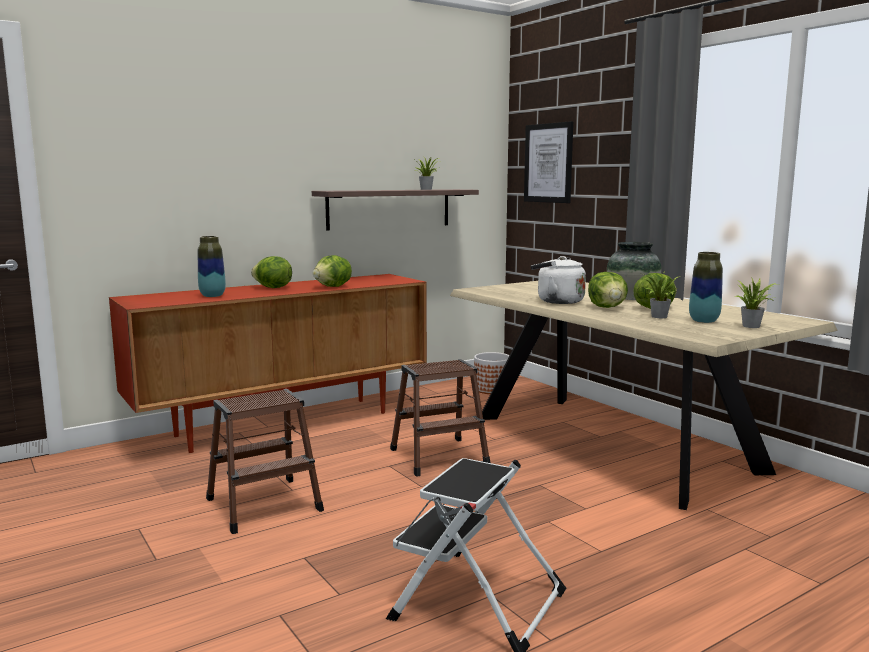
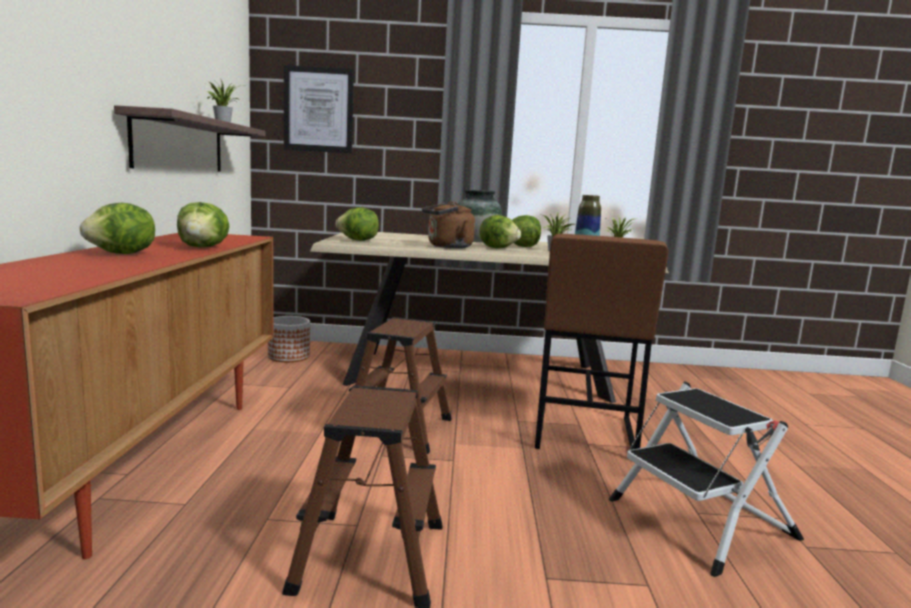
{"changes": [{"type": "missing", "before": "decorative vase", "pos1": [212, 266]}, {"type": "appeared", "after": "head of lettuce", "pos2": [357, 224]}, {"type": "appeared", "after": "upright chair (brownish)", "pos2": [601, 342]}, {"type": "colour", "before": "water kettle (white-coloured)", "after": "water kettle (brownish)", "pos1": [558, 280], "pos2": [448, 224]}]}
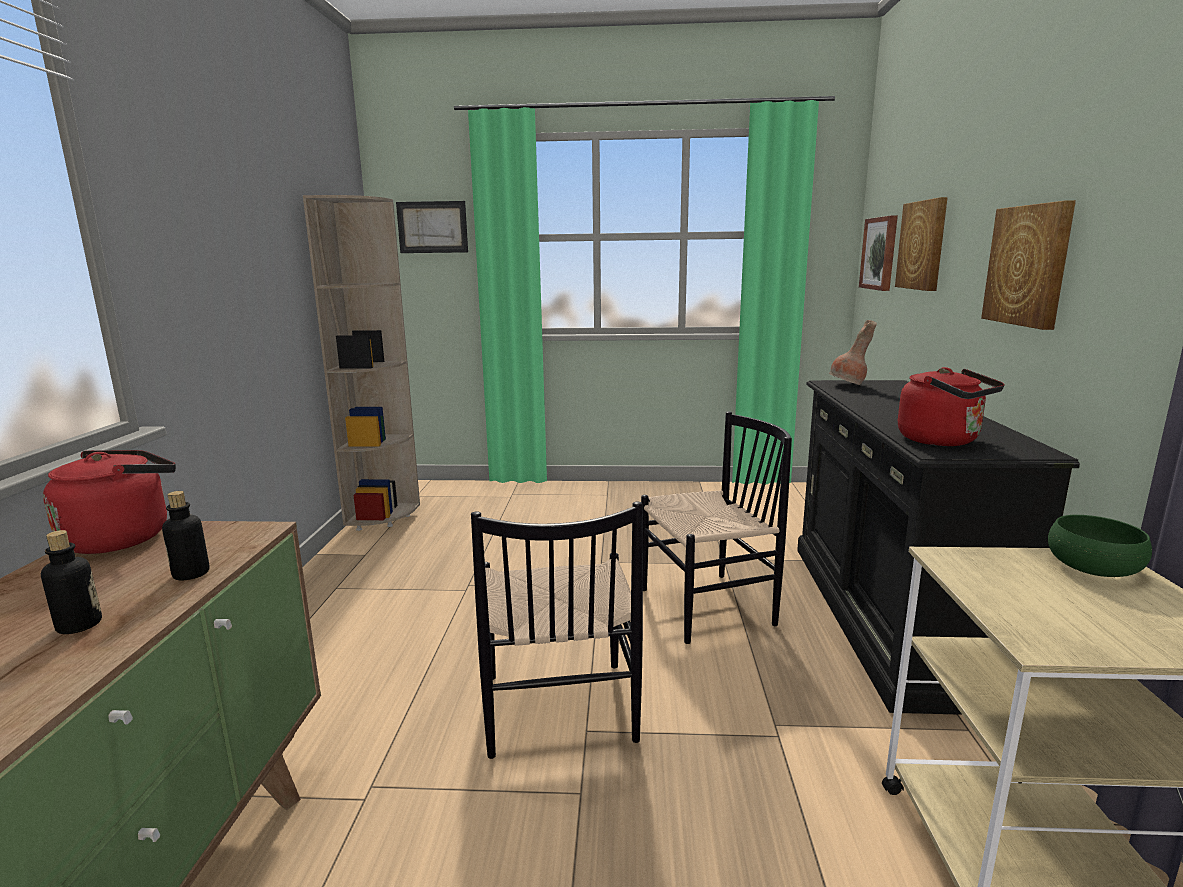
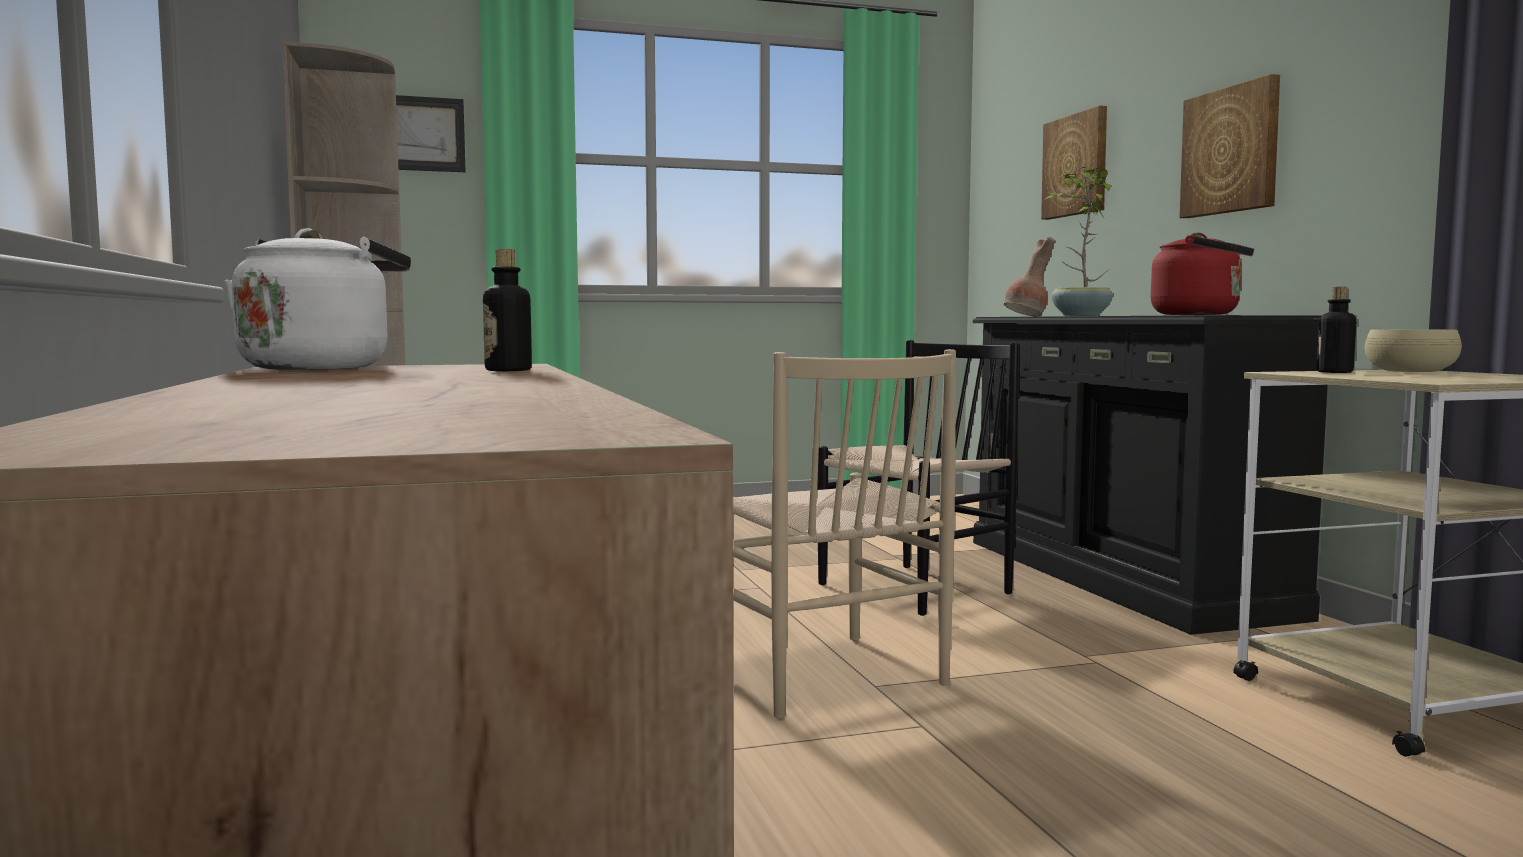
{"changes": [{"type": "missing", "before": "wall picture", "pos1": [878, 253]}, {"type": "appeared", "after": "potted plant", "pos2": [1078, 241]}, {"type": "relocated", "before": "beverage bottle", "pos1": [71, 582], "pos2": [1336, 330]}, {"type": "colour", "before": "water kettle (reddish)", "after": "water kettle (white-coloured)", "pos1": [109, 502], "pos2": [318, 299]}, {"type": "colour", "before": "upright chair (black-coloured)", "after": "upright chair (sand-coloured)", "pos1": [557, 630], "pos2": [844, 534]}, {"type": "colour", "before": "deep dish (green-coloured)", "after": "deep dish (sand-coloured)", "pos1": [1100, 546], "pos2": [1413, 350]}]}
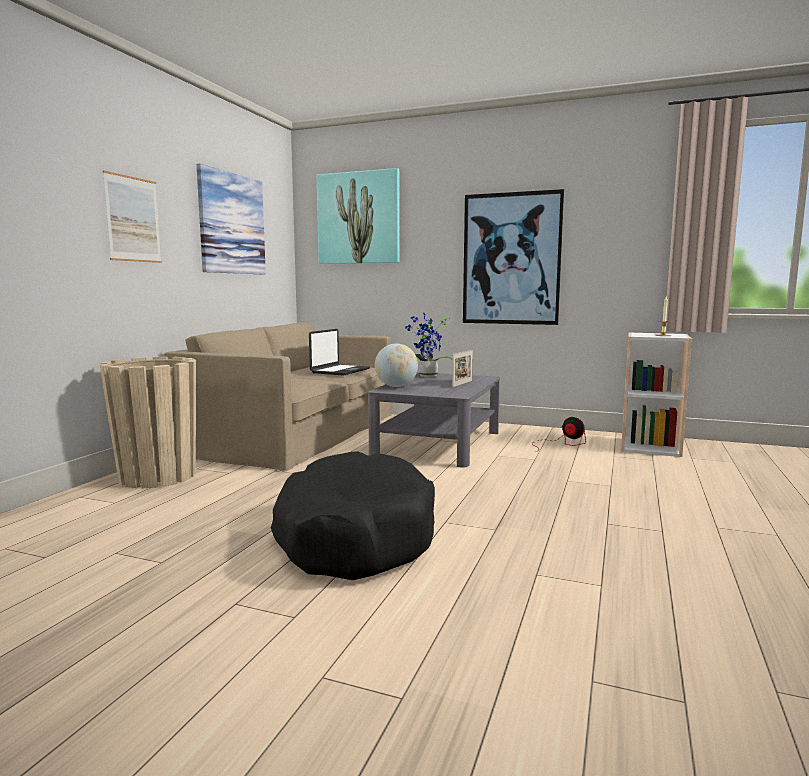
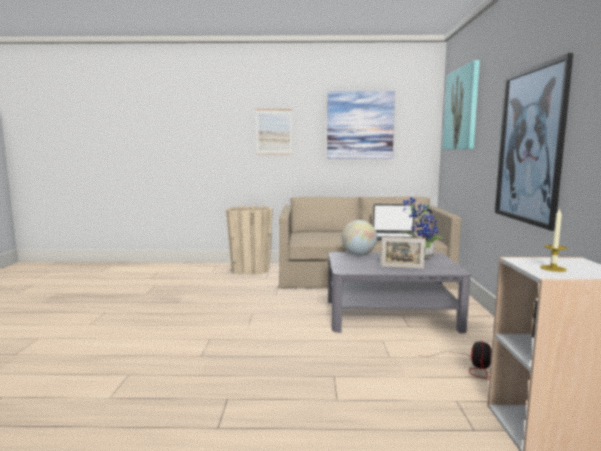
{"changes": [{"type": "missing", "before": "dog cushion (black-coloured)", "pos1": [353, 515]}]}
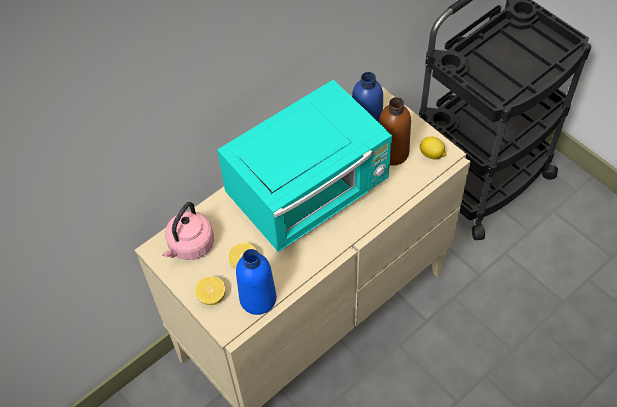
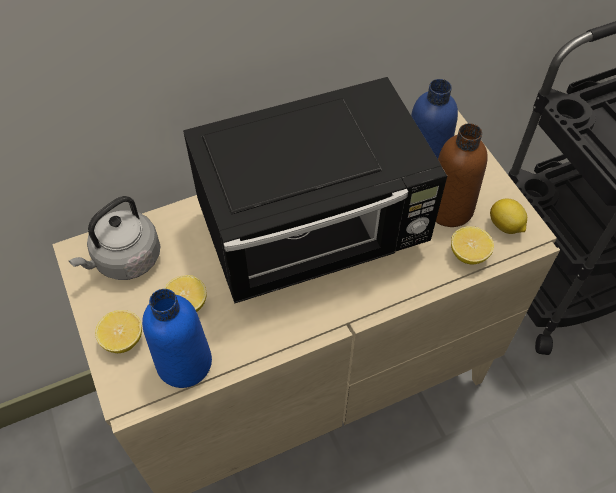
{"changes": [{"type": "appeared", "after": "lemon", "pos2": [472, 245]}, {"type": "colour", "before": "water kettle (pink-coloured)", "after": "water kettle (grey)", "pos1": [188, 231], "pos2": [114, 238]}, {"type": "colour", "before": "microwave (turquoise-coloured)", "after": "microwave (black-coloured)", "pos1": [304, 166], "pos2": [315, 190]}]}
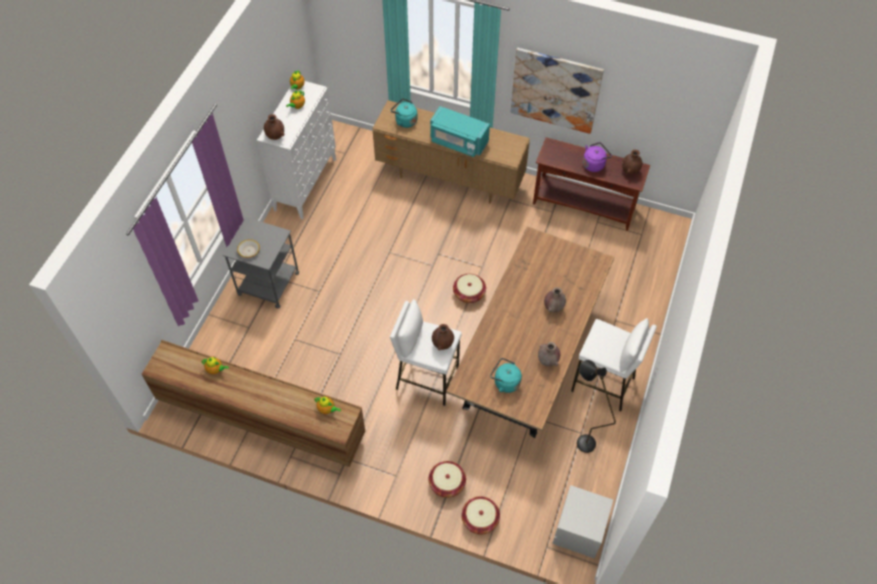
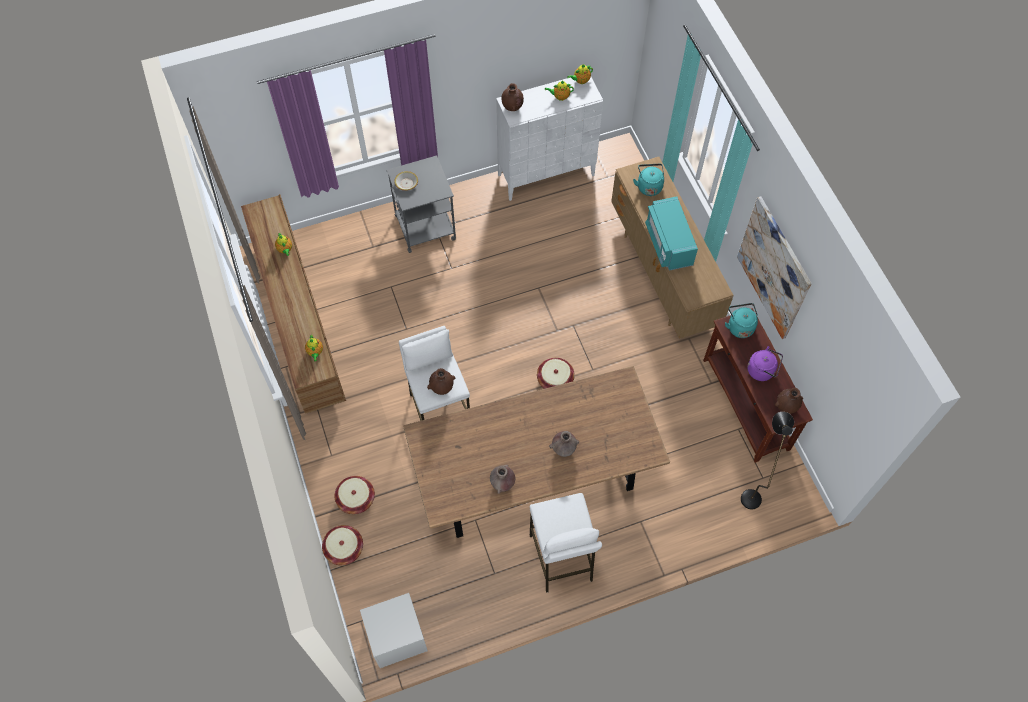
{"changes": [{"type": "relocated", "before": "water kettle (turquoise-coloured)", "pos1": [506, 375], "pos2": [741, 320]}, {"type": "relocated", "before": "floor lamp (black-coloured)", "pos1": [596, 406], "pos2": [767, 460]}]}
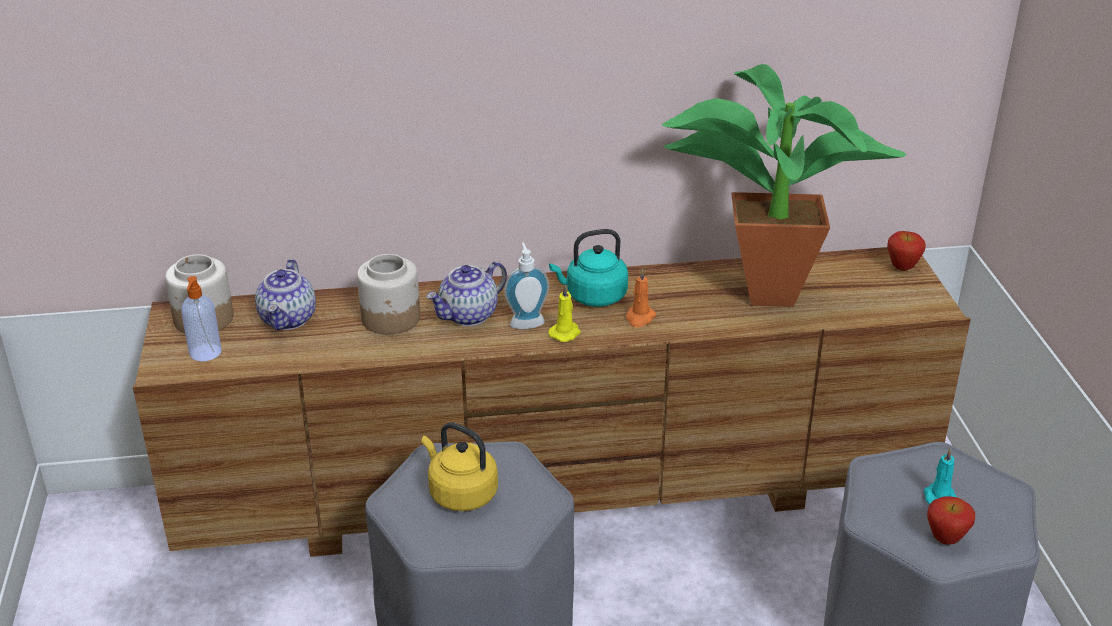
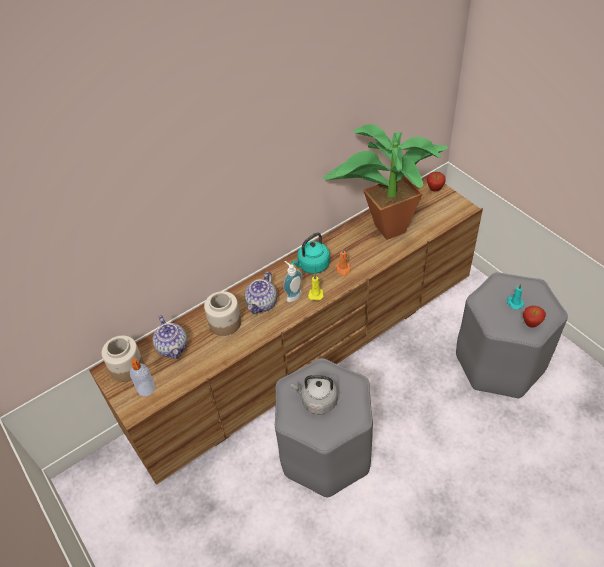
{"changes": [{"type": "colour", "before": "water kettle (yellow-coloured)", "after": "water kettle (grey)", "pos1": [460, 466], "pos2": [314, 395]}]}
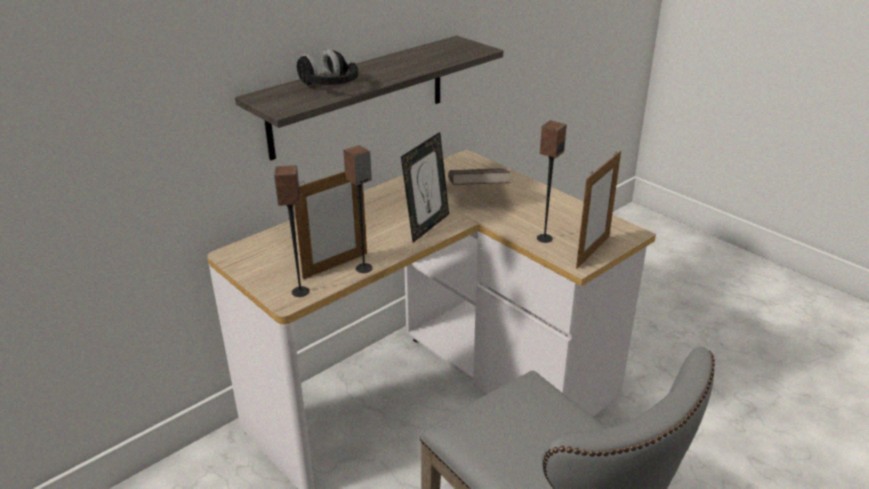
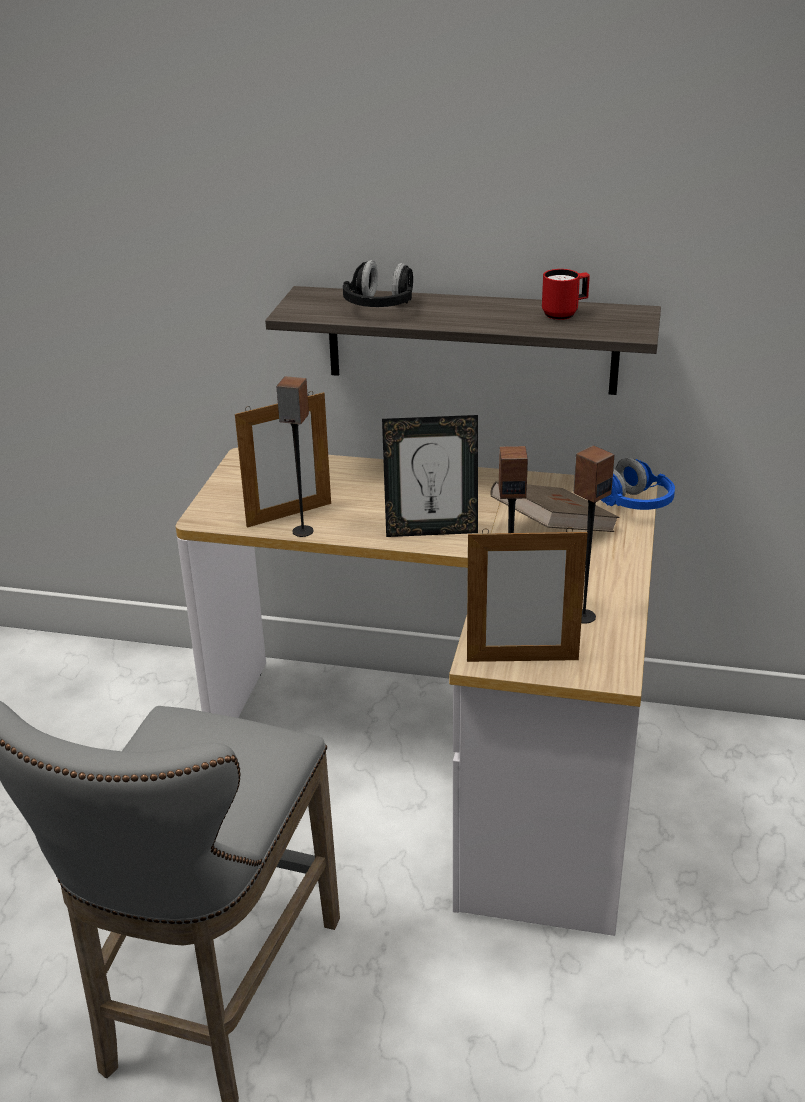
{"changes": [{"type": "appeared", "after": "tea mug (reddish)", "pos2": [566, 294]}, {"type": "appeared", "after": "headphones (blue)", "pos2": [638, 484]}, {"type": "relocated", "before": "audio speaker", "pos1": [291, 231], "pos2": [594, 535]}, {"type": "spun", "before": "picture frame", "pos1": [330, 225], "pos2": [283, 459], "turn": -45}]}
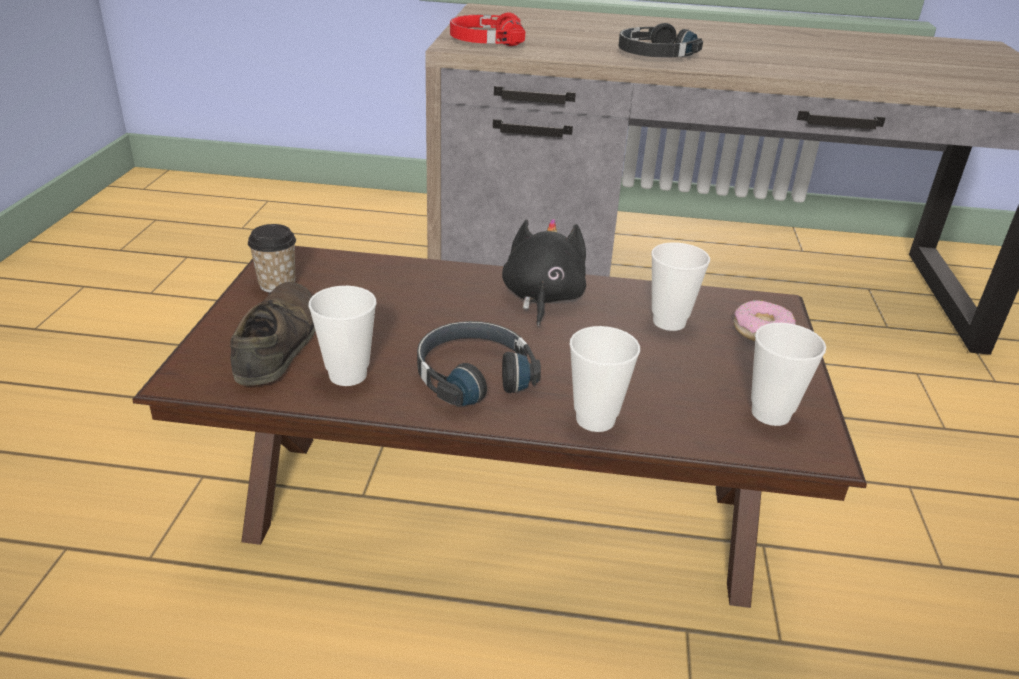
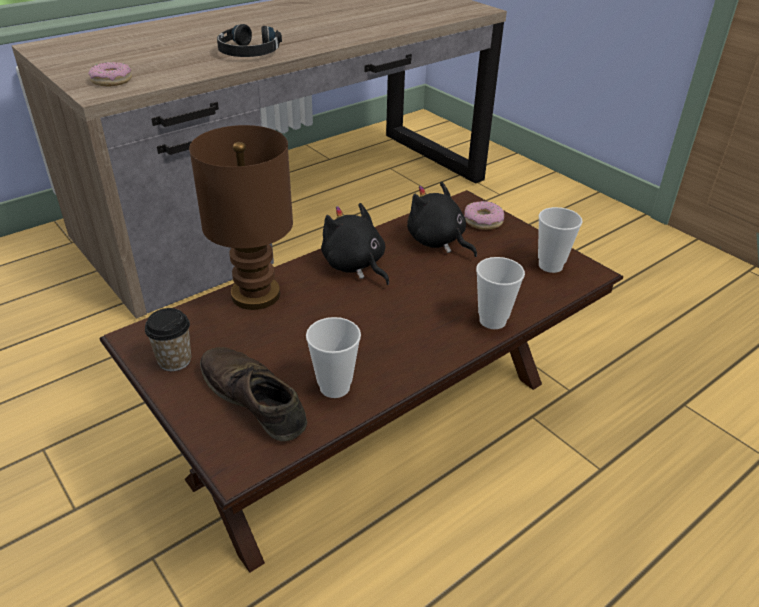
{"changes": [{"type": "missing", "before": "headphones (black-coloured)", "pos1": [479, 364]}, {"type": "appeared", "after": "table lamp (brownish)", "pos2": [241, 217]}, {"type": "exchanged", "before": "headphones (reddish)", "after": "donut", "pos1": [487, 29], "pos2": [110, 74]}, {"type": "exchanged", "before": "drinking cup", "after": "cuddly toy (black-coloured)", "pos1": [680, 286], "pos2": [442, 219]}]}
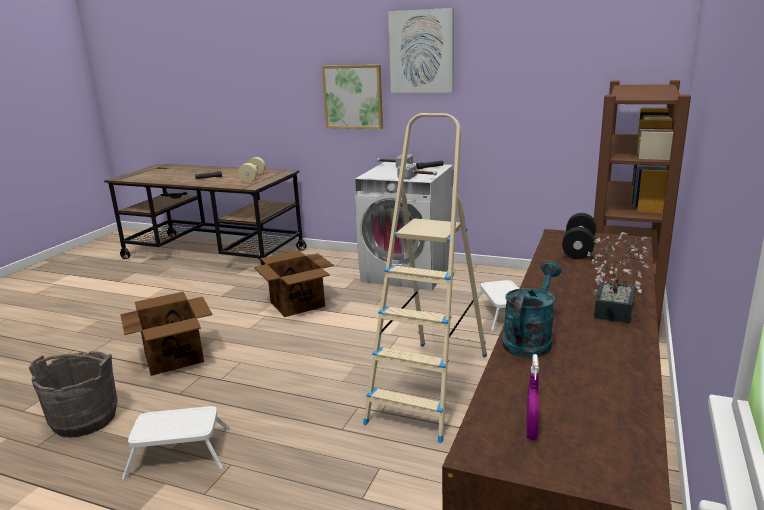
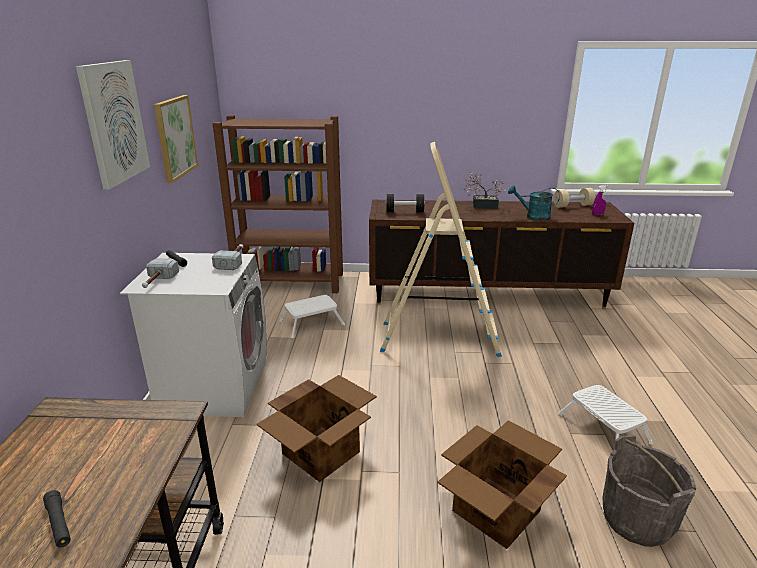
{"changes": [{"type": "relocated", "before": "dumbbell (sand-coloured)", "pos1": [252, 169], "pos2": [574, 198]}, {"type": "relocated", "before": "wall picture", "pos1": [352, 97], "pos2": [176, 139]}]}
